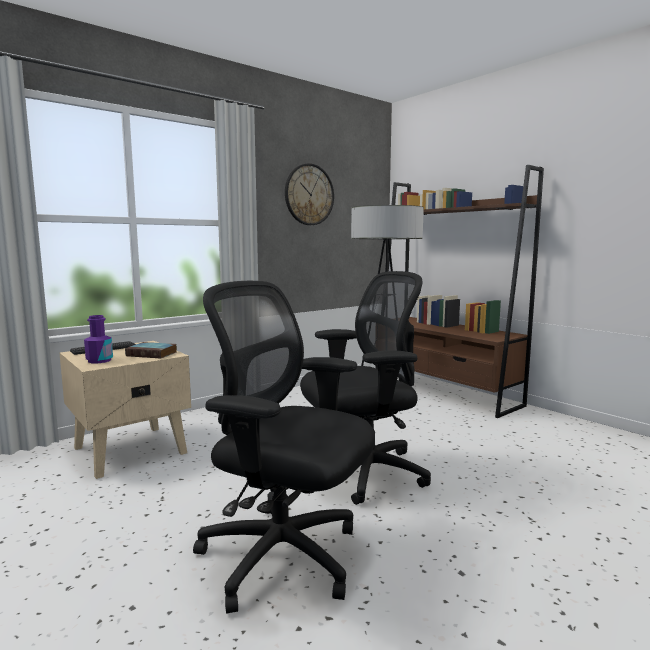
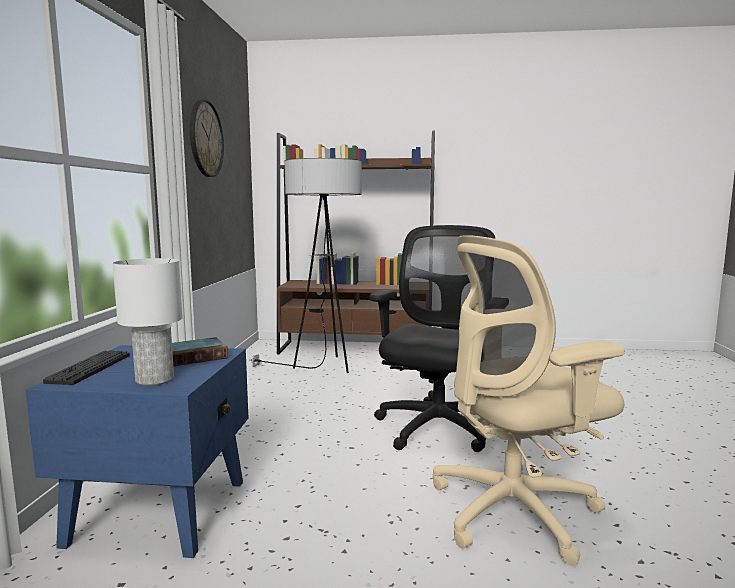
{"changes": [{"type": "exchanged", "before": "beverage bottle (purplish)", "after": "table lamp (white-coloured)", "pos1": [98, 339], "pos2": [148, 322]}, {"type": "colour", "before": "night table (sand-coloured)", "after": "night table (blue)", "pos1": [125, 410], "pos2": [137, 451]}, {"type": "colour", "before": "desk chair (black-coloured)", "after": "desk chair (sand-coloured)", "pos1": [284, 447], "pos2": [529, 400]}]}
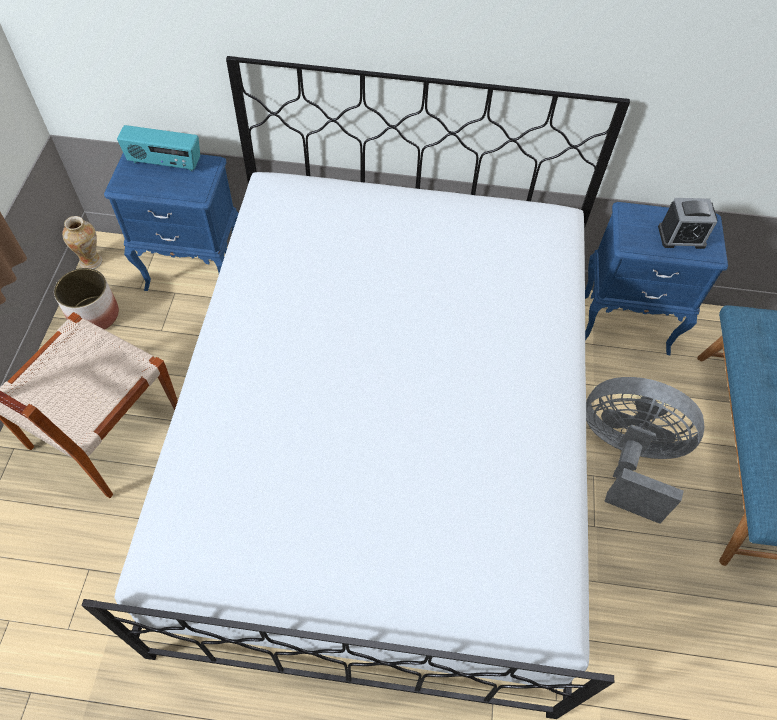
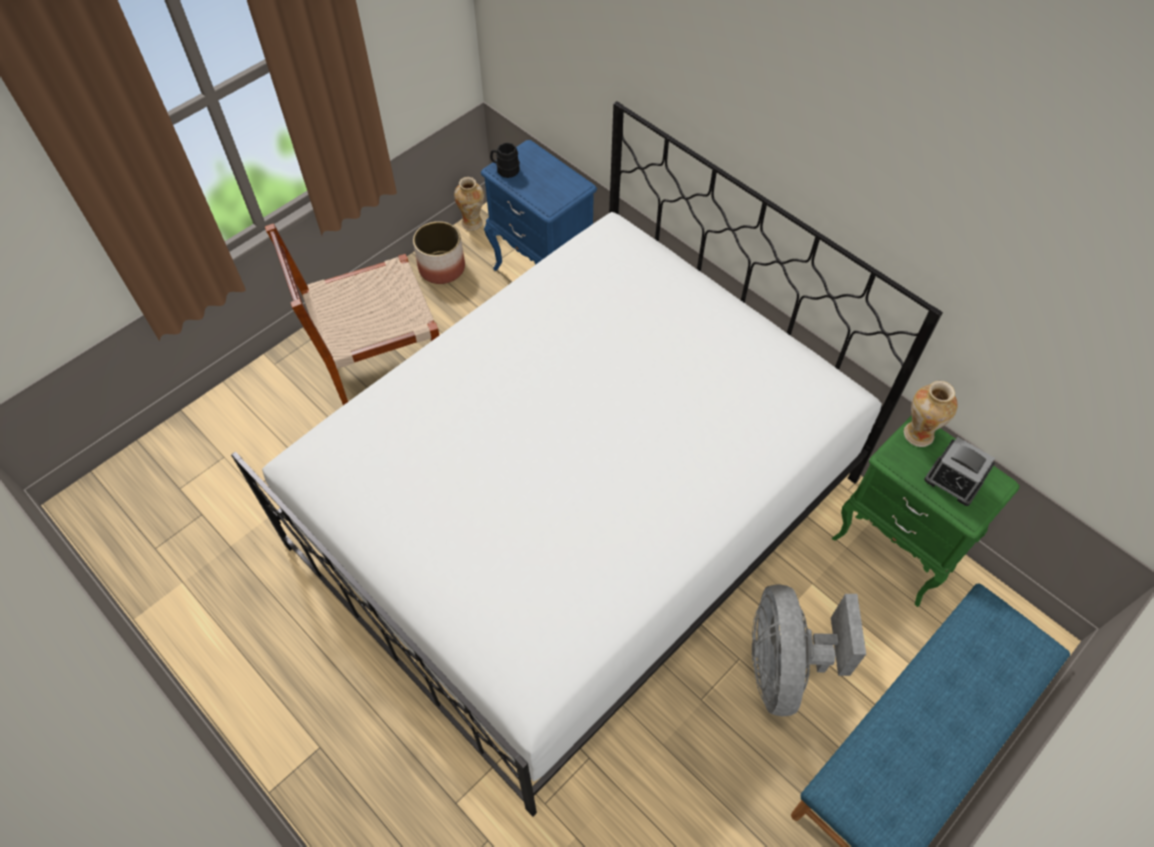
{"changes": [{"type": "missing", "before": "radio set", "pos1": [158, 148]}, {"type": "appeared", "after": "tea mug (black-coloured)", "pos2": [505, 160]}, {"type": "appeared", "after": "decorative vase", "pos2": [931, 414]}, {"type": "colour", "before": "night table (blue)", "after": "night table (green-coloured)", "pos1": [656, 279], "pos2": [925, 511]}, {"type": "spun", "before": "fan (grey)", "pos1": [645, 450], "pos2": [809, 650], "turn": -150}]}
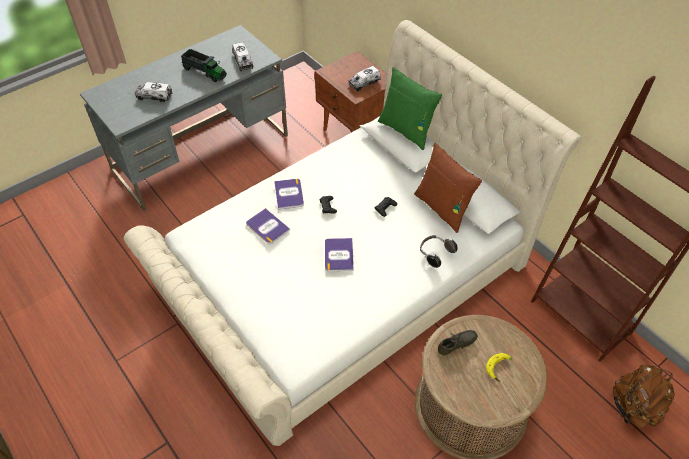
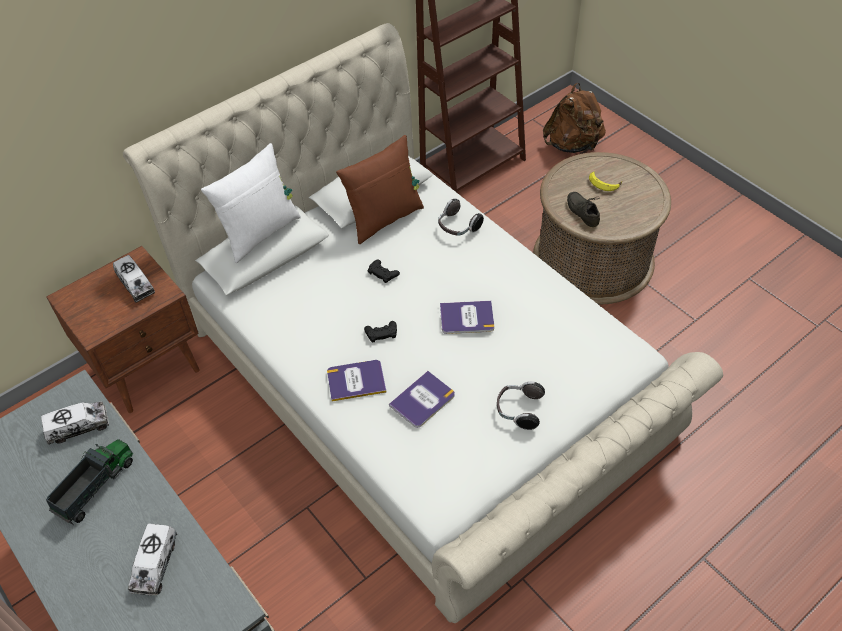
{"changes": [{"type": "appeared", "after": "headphones", "pos2": [521, 405]}, {"type": "colour", "before": "pillow (green-coloured)", "after": "pillow (white-coloured)", "pos1": [410, 108], "pos2": [251, 203]}]}
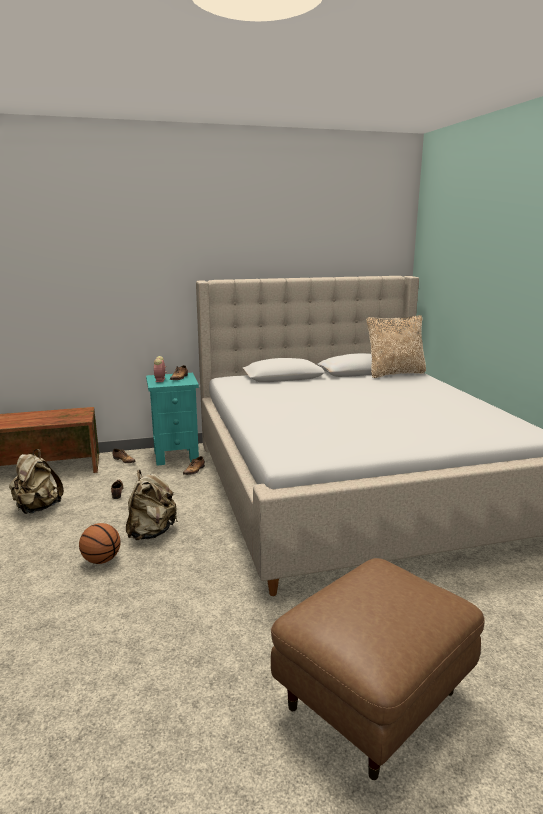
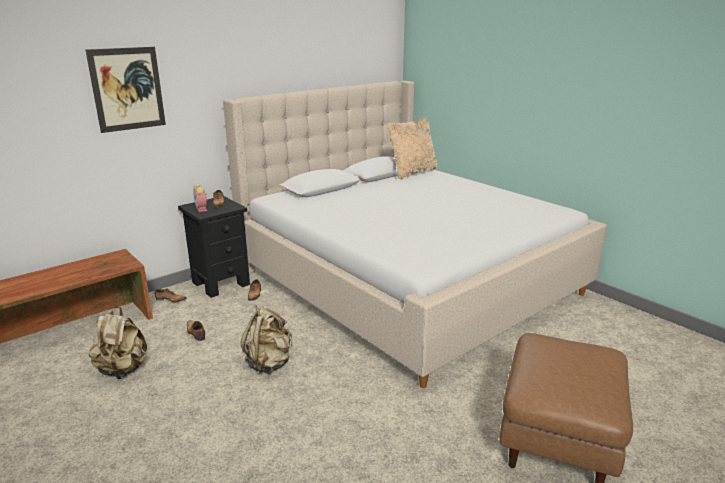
{"changes": [{"type": "missing", "before": "ball for basketball", "pos1": [100, 543]}, {"type": "appeared", "after": "wall picture", "pos2": [126, 90]}, {"type": "colour", "before": "night table (turquoise-coloured)", "after": "night table (black-coloured)", "pos1": [172, 419], "pos2": [214, 247]}]}
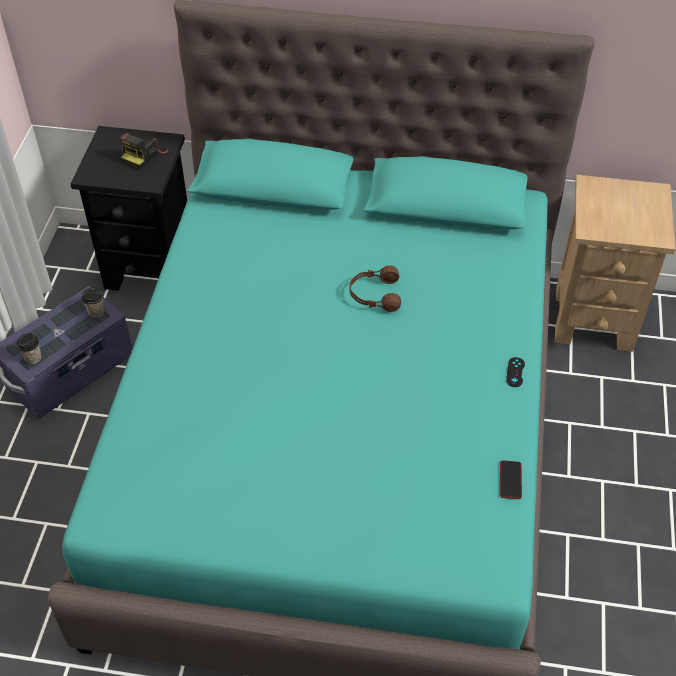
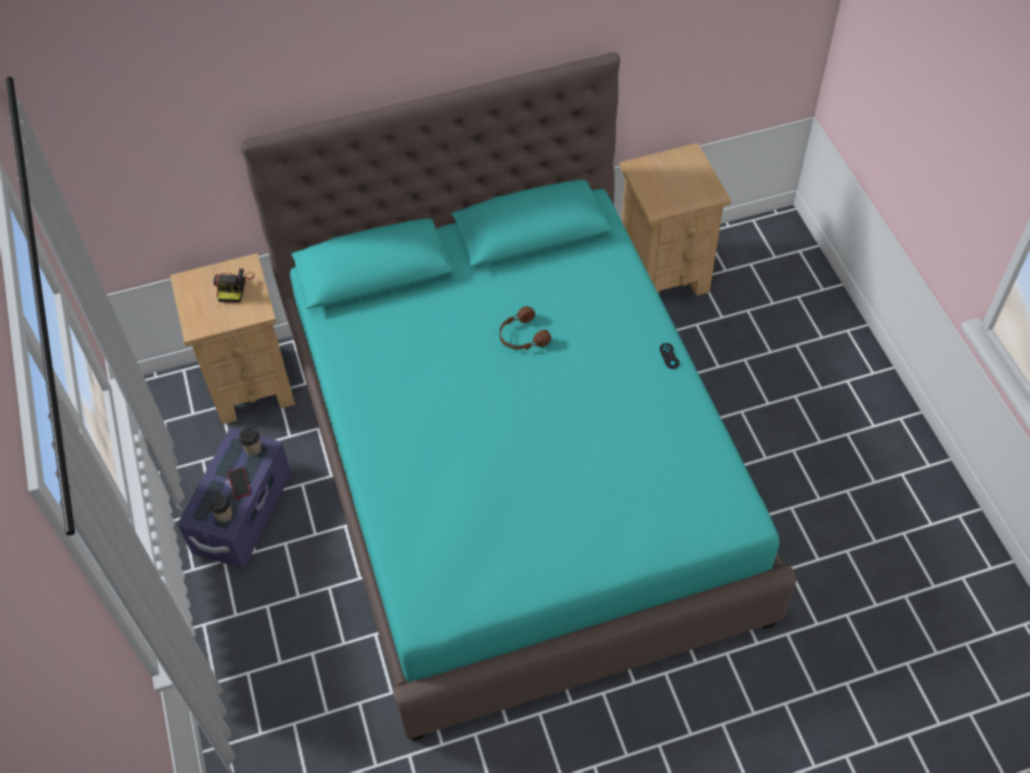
{"changes": [{"type": "relocated", "before": "phone", "pos1": [511, 479], "pos2": [239, 483]}, {"type": "colour", "before": "night table (black-coloured)", "after": "night table (sand-coloured)", "pos1": [129, 208], "pos2": [232, 338]}]}
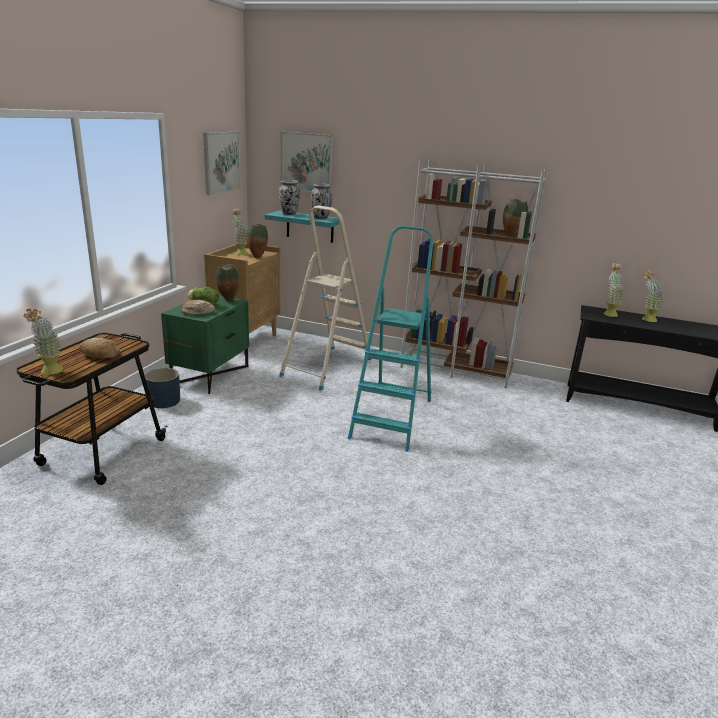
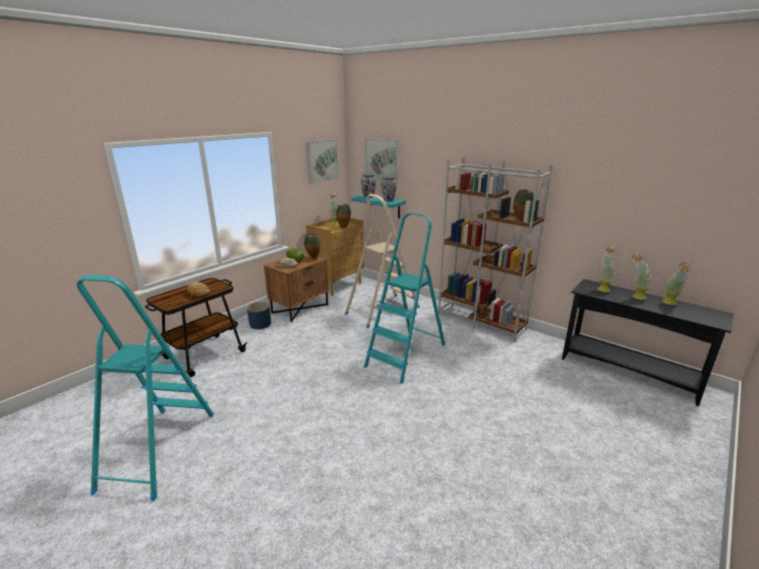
{"changes": [{"type": "appeared", "after": "stepladder (turquoise-coloured)", "pos2": [145, 388]}, {"type": "relocated", "before": "potted plant", "pos1": [43, 341], "pos2": [676, 283]}, {"type": "colour", "before": "night table (green-coloured)", "after": "night table (brownish)", "pos1": [205, 344], "pos2": [296, 287]}]}
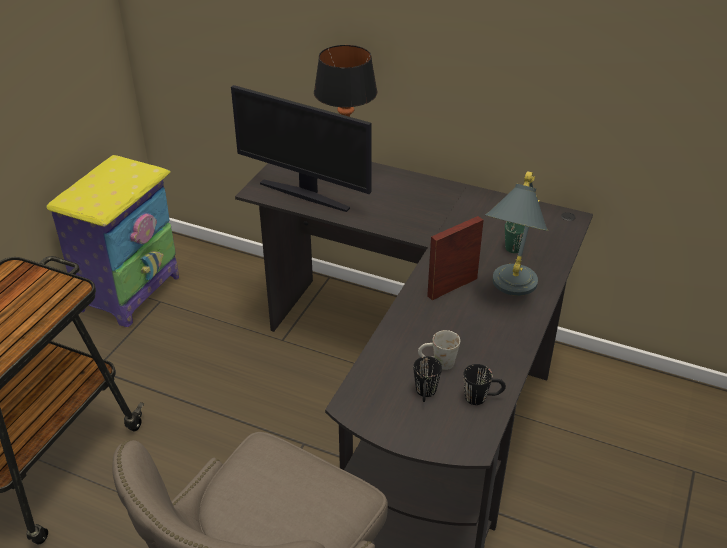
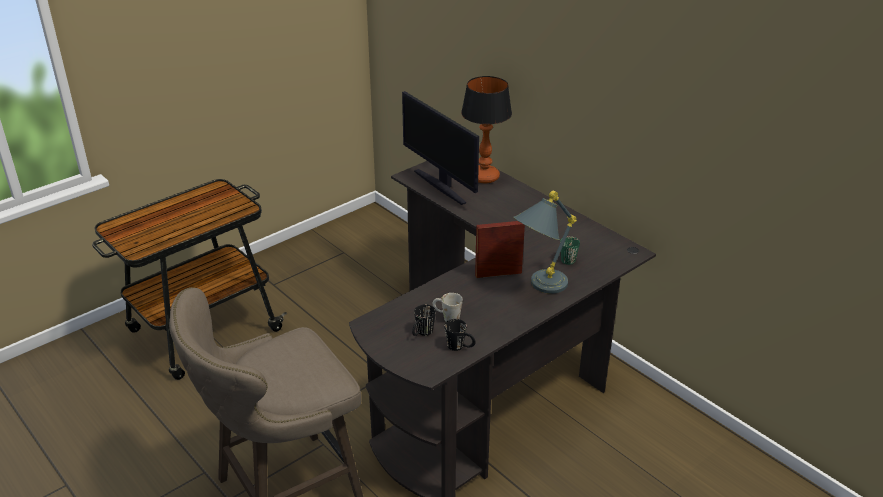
{"changes": [{"type": "missing", "before": "night table", "pos1": [112, 241]}]}
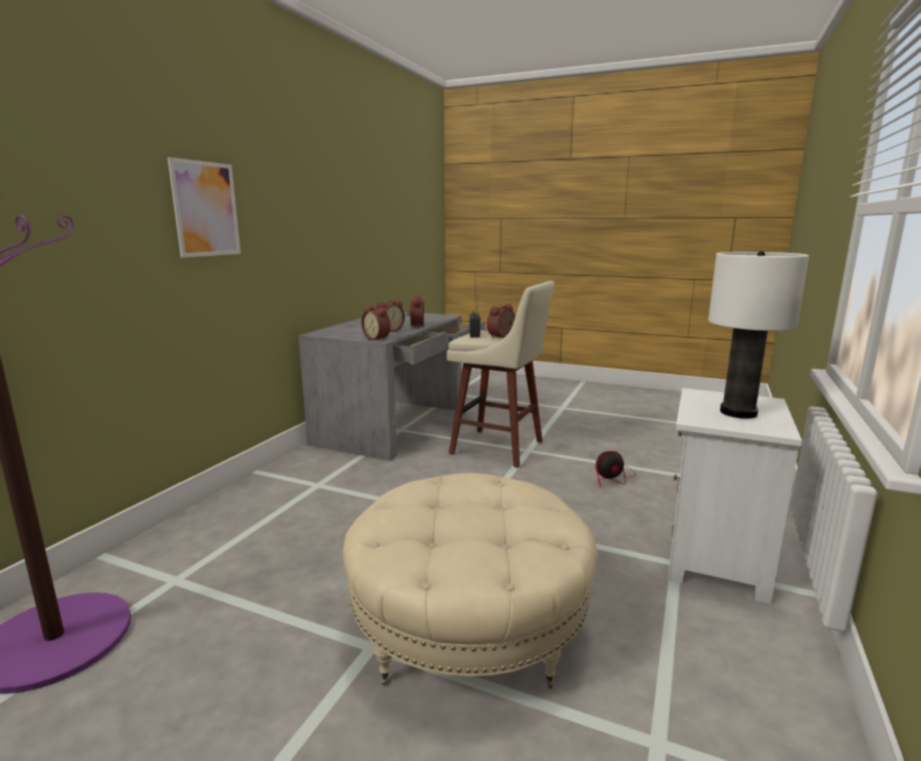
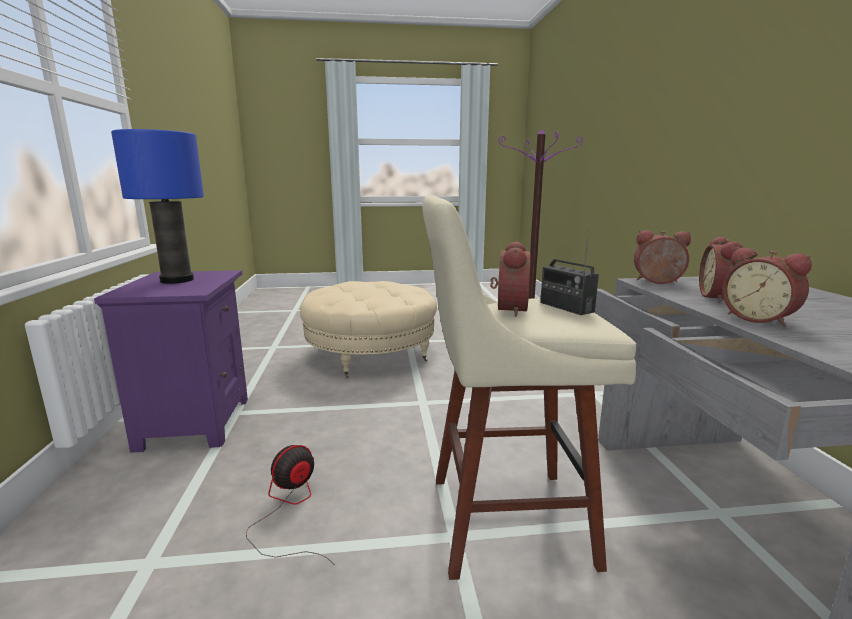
{"changes": [{"type": "missing", "before": "wall picture", "pos1": [204, 207]}, {"type": "colour", "before": "night table (white-coloured)", "after": "night table (purplish)", "pos1": [735, 496], "pos2": [171, 361]}, {"type": "colour", "before": "table lamp (white-coloured)", "after": "table lamp (blue)", "pos1": [758, 335], "pos2": [157, 206]}]}
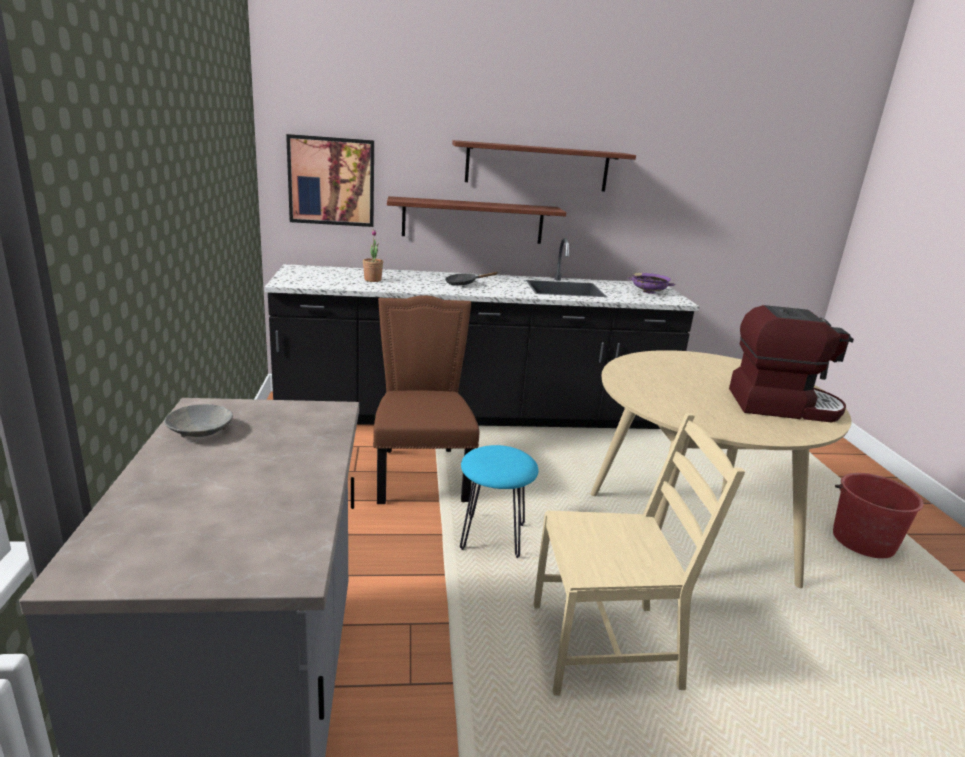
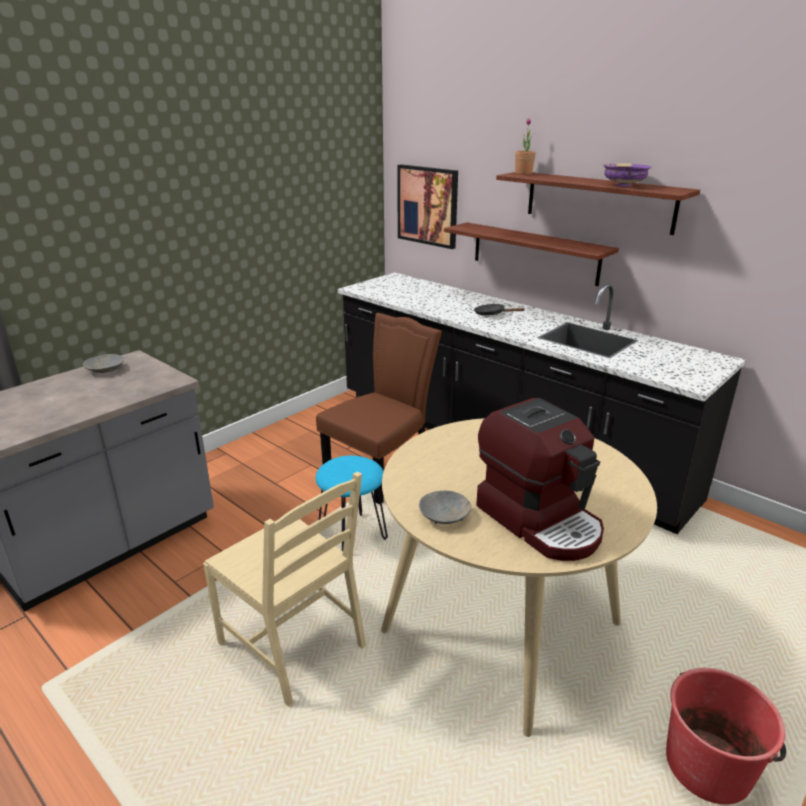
{"changes": [{"type": "appeared", "after": "deep dish (grey)", "pos2": [445, 507]}, {"type": "relocated", "before": "potted plant", "pos1": [373, 256], "pos2": [525, 146]}, {"type": "relocated", "before": "deep dish (purplish)", "pos1": [651, 283], "pos2": [627, 174]}]}
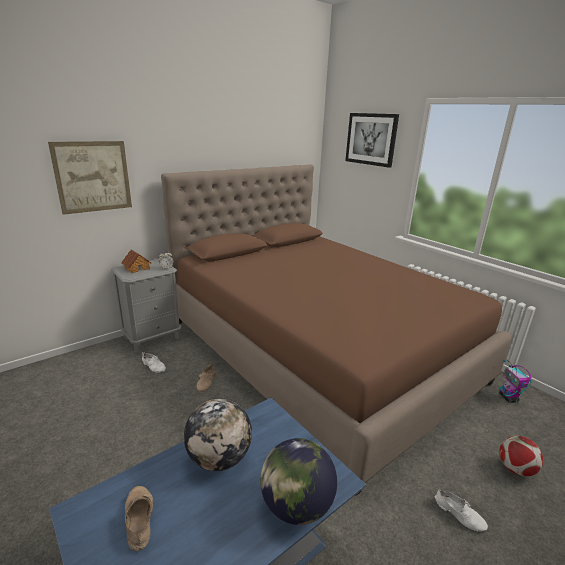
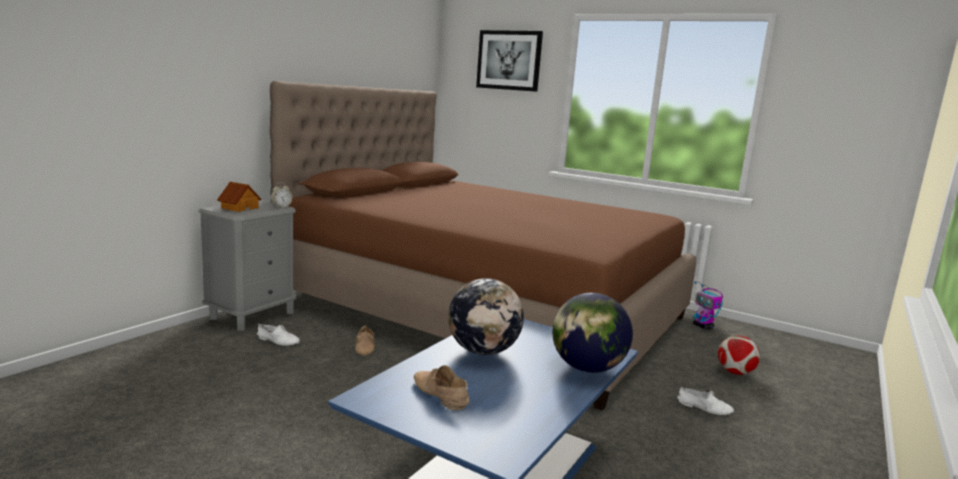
{"changes": [{"type": "missing", "before": "wall picture", "pos1": [90, 178]}]}
